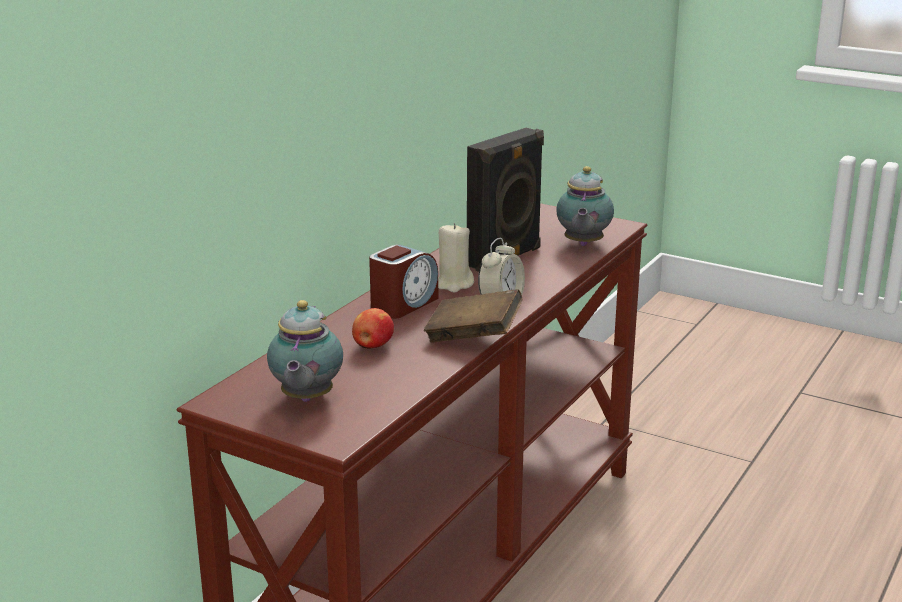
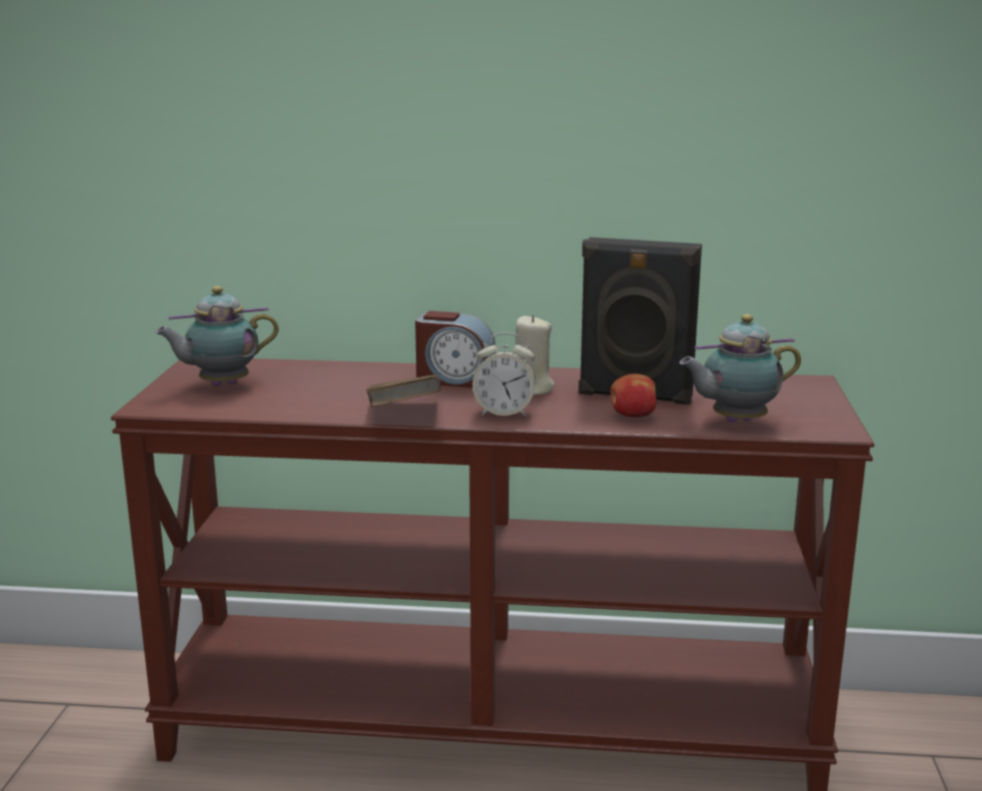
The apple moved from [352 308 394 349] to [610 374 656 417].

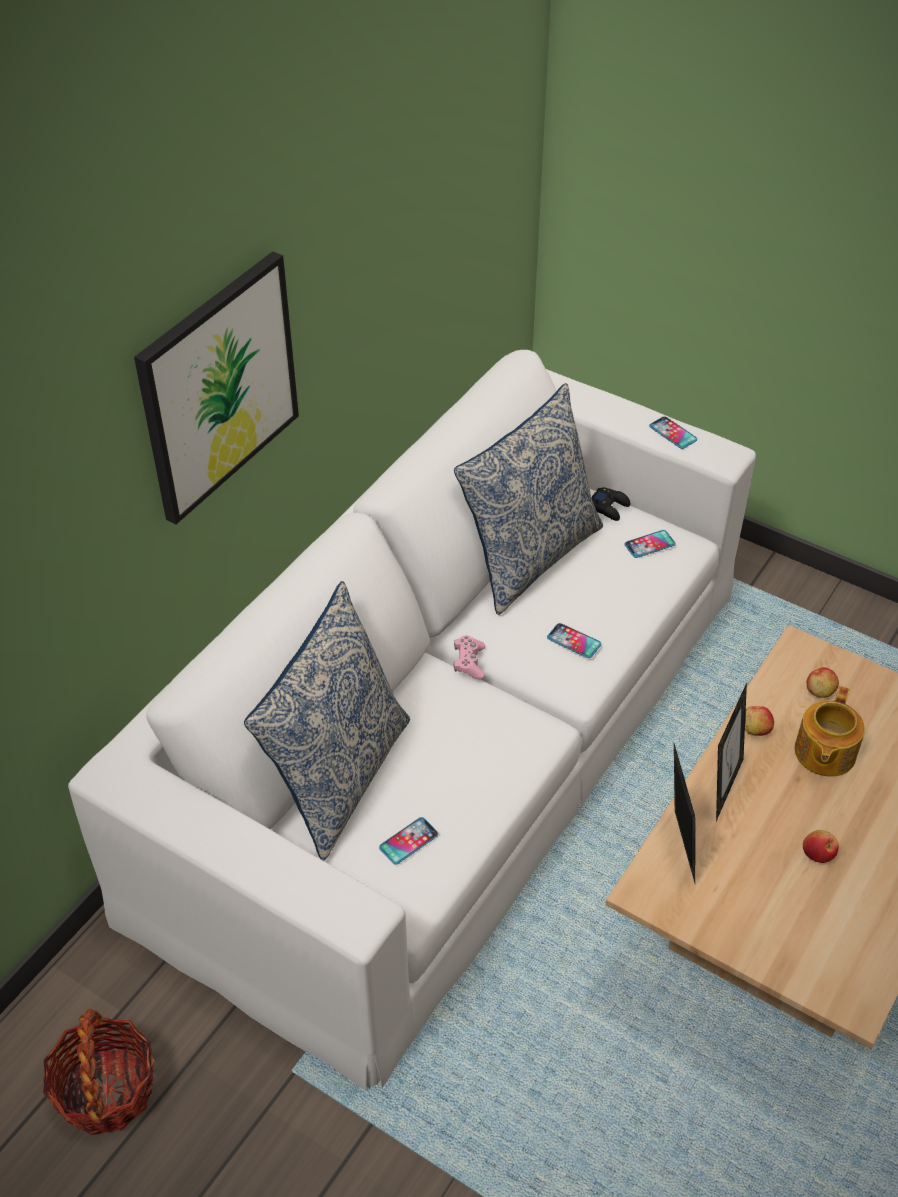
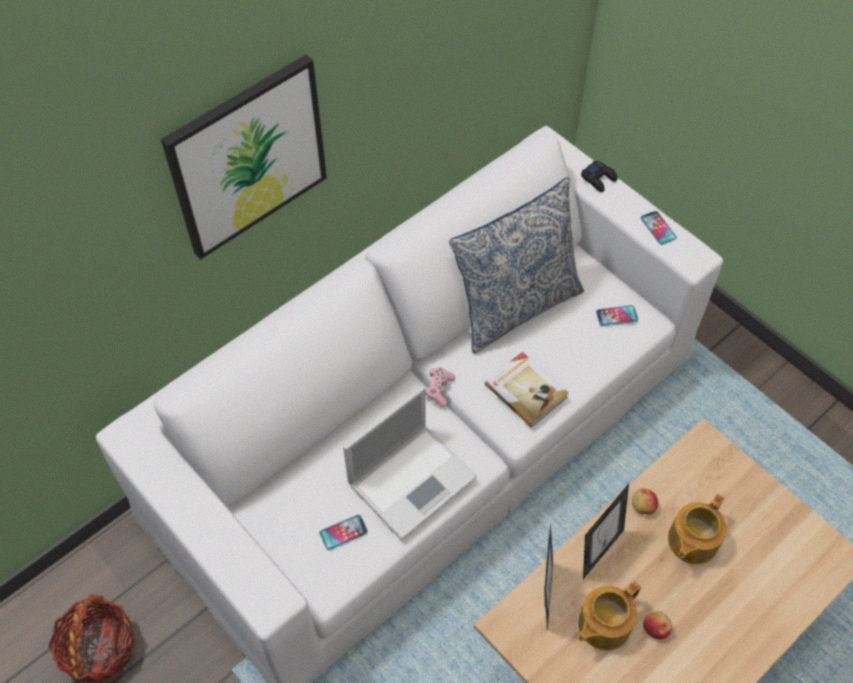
The pillow at [244 581 410 861] disappeared.
The phone at [547 623 601 658] was replaced by the book at [485 352 568 427].
The game controller (black) moved from [592 487 630 521] to [581 161 617 192].
The apple at [807 667 839 698] disappeared.
The laptop at [343 386 477 540] appeared.
The teapot at [578 581 641 650] appeared.

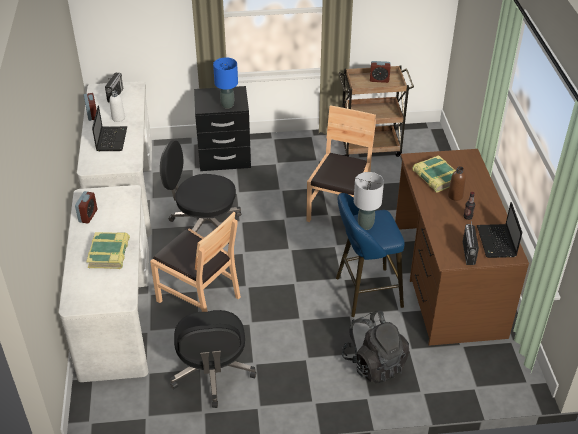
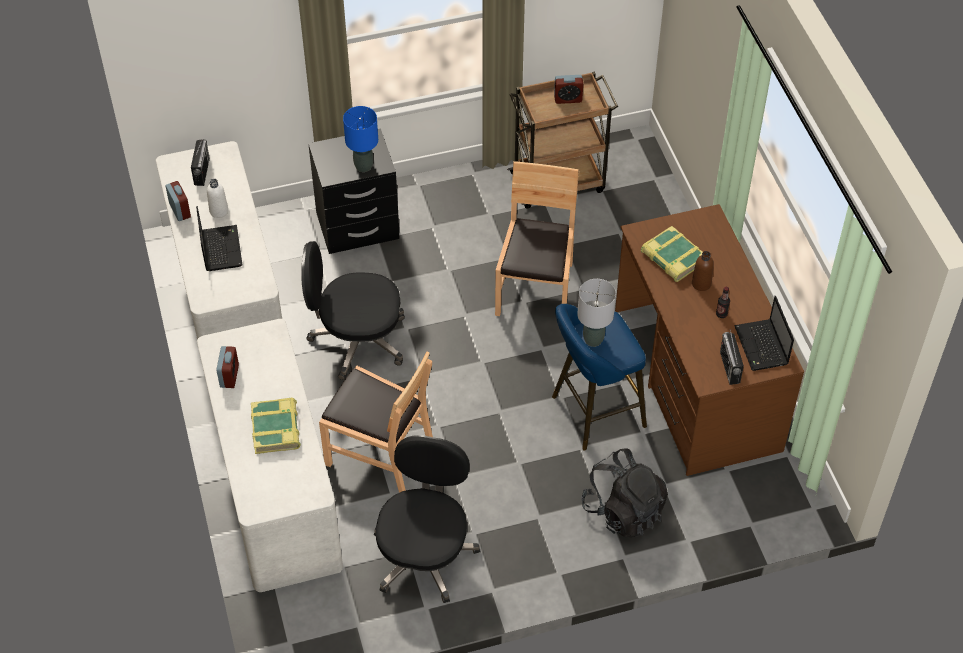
The office chair (black) at [170 310 256 408] turned 150 degrees counterclockwise.

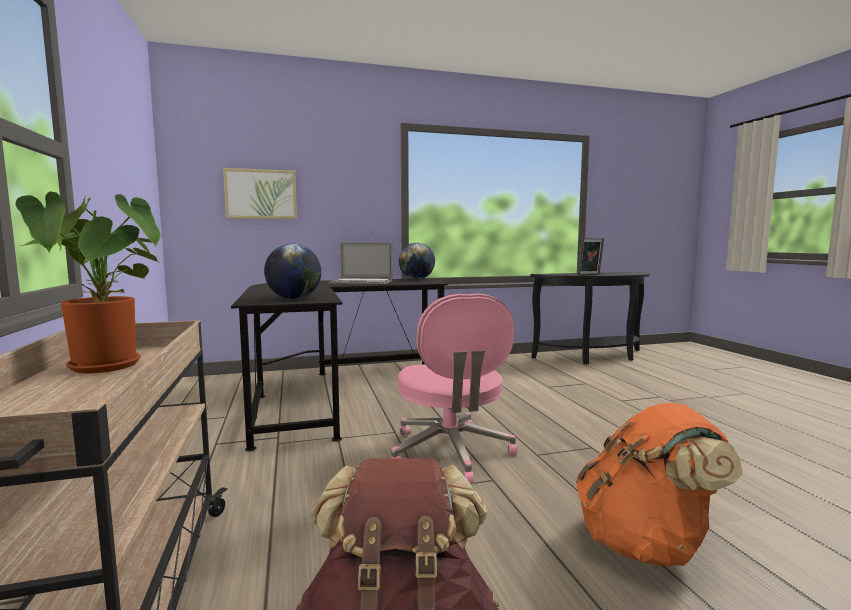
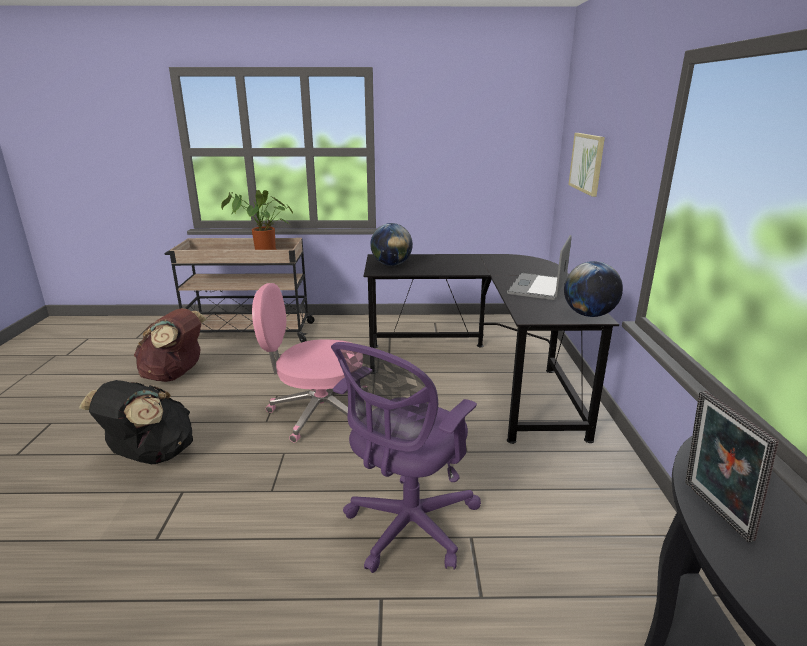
The backpack (orange) at [576 403 743 566] became the backpack (black) at [79 380 193 464].
The office chair (purple) at [331 342 481 573] appeared.

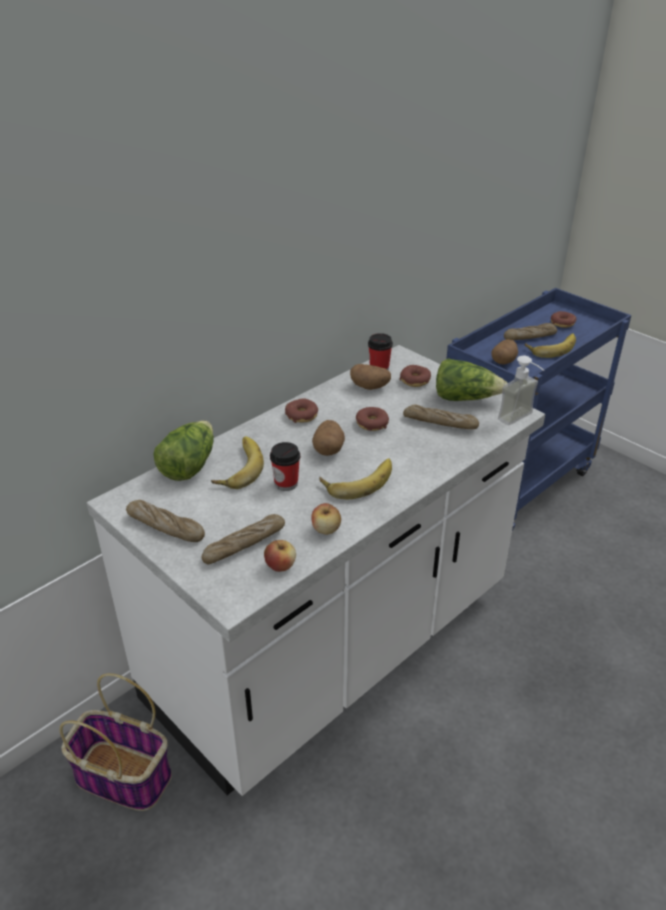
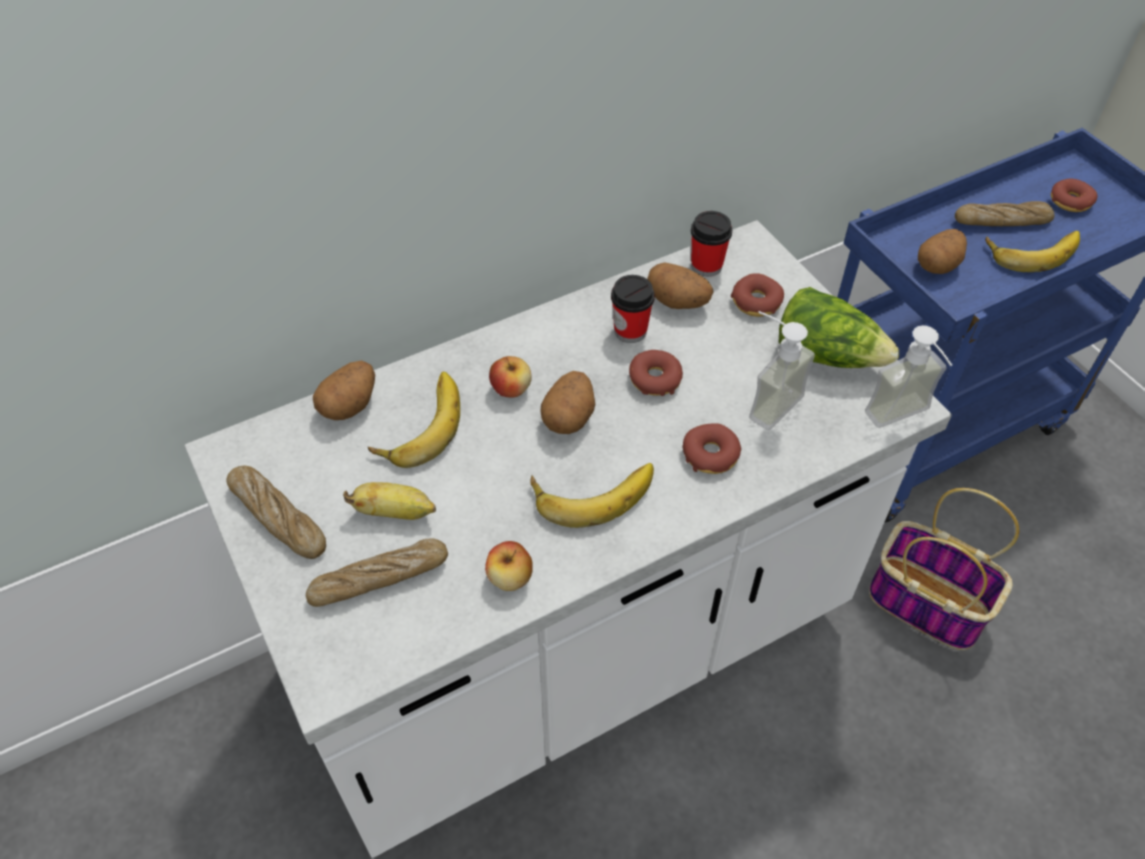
The basket moved from [60 673 172 811] to [869 488 1019 650].
The lettuce at [154 421 214 481] was replaced by the potato at [313 361 375 420].
The apple moved from [264 540 296 572] to [489 356 532 398].
The cup moved from [270 442 300 491] to [611 275 655 343].
The donut moved from [285 398 318 423] to [682 423 741 474].
The bread at [403 405 479 429] was replaced by the soap dispenser at [749 311 815 430].
The banana at [343 482 436 520] appeared.

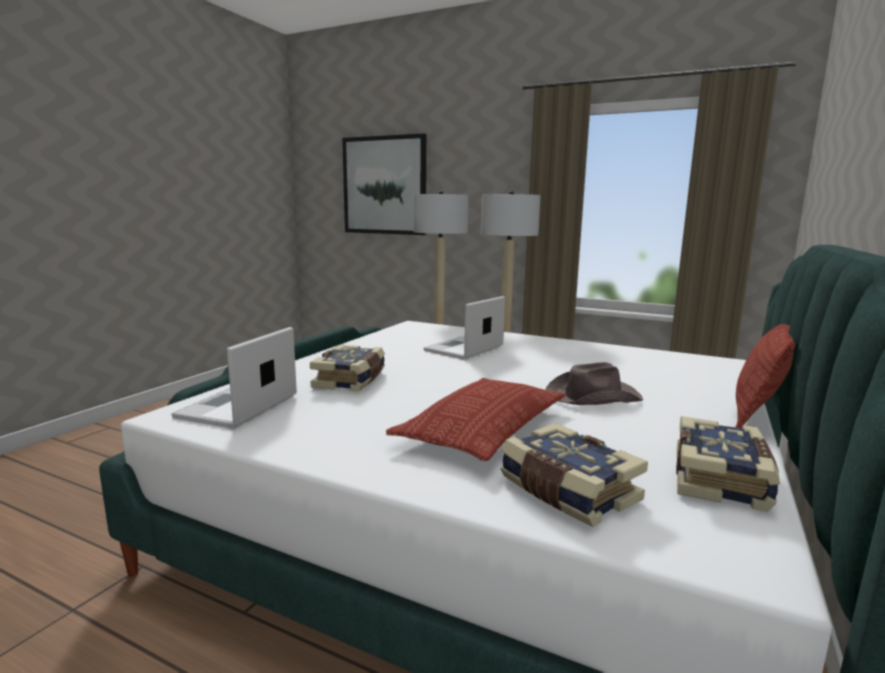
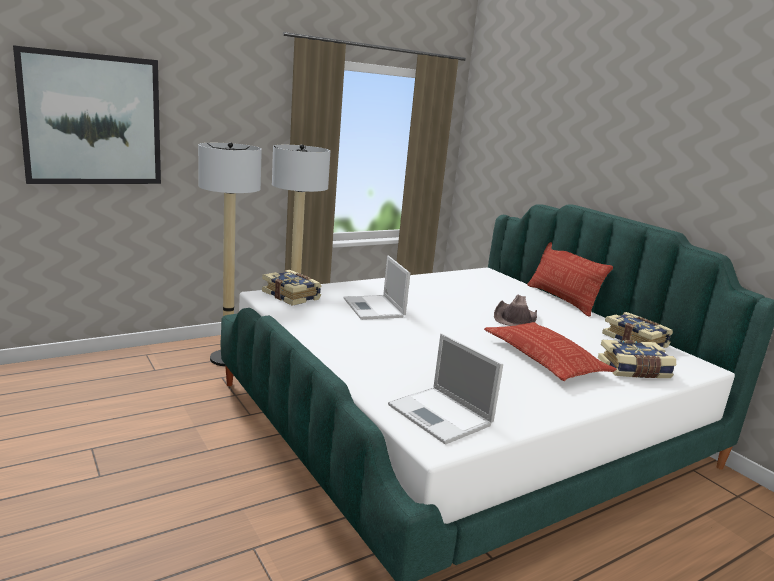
The book moved from [310 345 385 392] to [262 270 322 306].

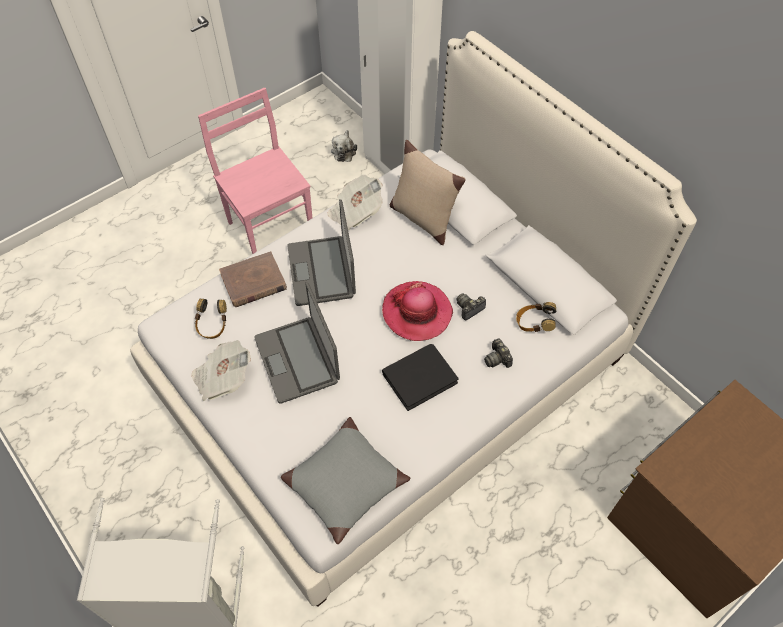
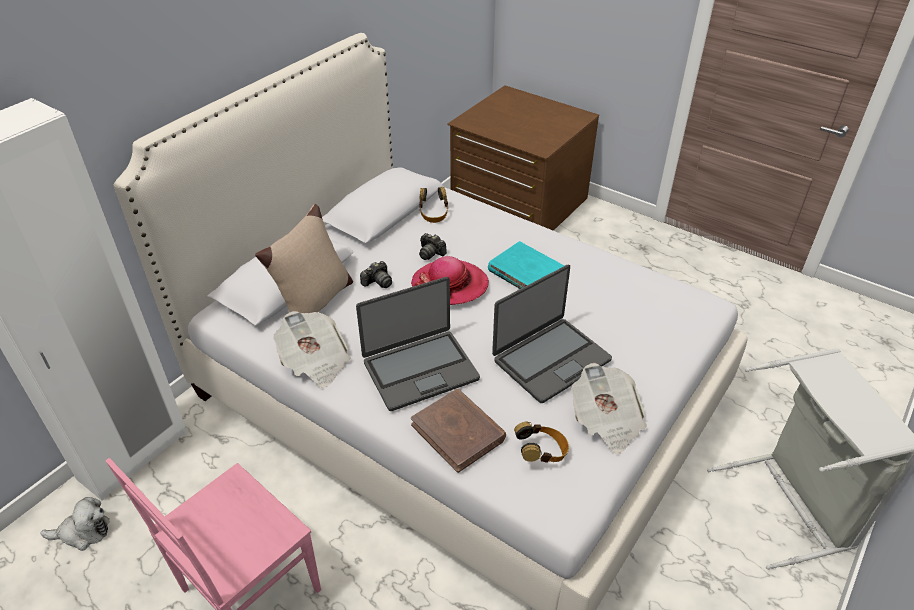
The pillow (grey) at [281 417 410 544] disappeared.
The book (black) at [382 344 459 411] became the book (turquoise) at [488 241 564 289].
The photo camera moved from [484 339 513 368] to [360 261 392 288].

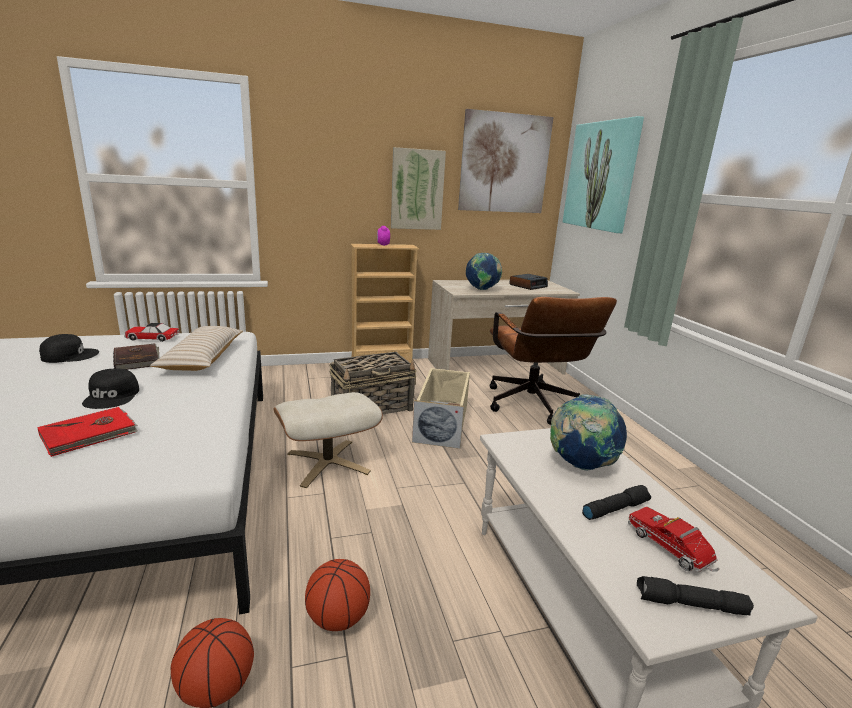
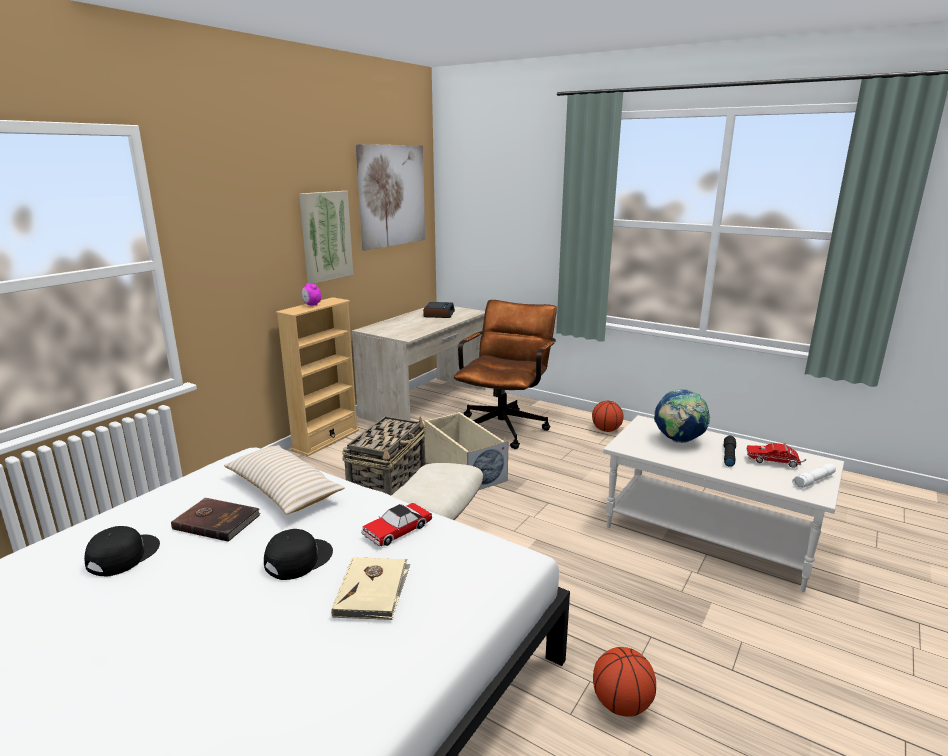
The book (red) at [37 407 138 457] became the book (beige) at [331 557 410 620].
The cap (black) at [82 368 139 409] turned 90 degrees counterclockwise.
The toy car moved from [124 323 180 342] to [361 503 432 547].
The basketball moved from [305 559 370 631] to [592 401 624 432].
The globe at [466 253 502 290] disappeared.
The office chair (brown) at [490 297 617 425] turned 105 degrees counterclockwise.
The picture at [563 116 644 233] disappeared.
The flashlight (black) at [637 576 754 615] became the flashlight (white) at [792 464 836 488].

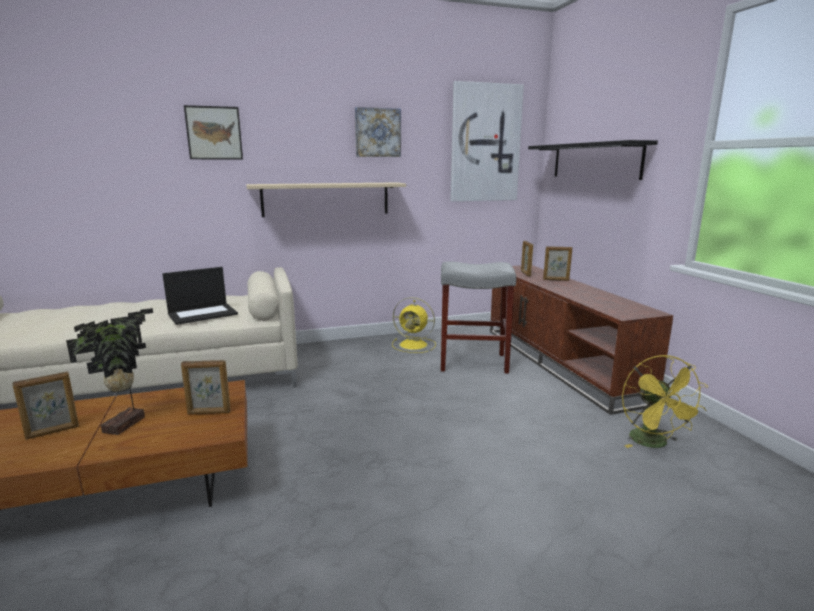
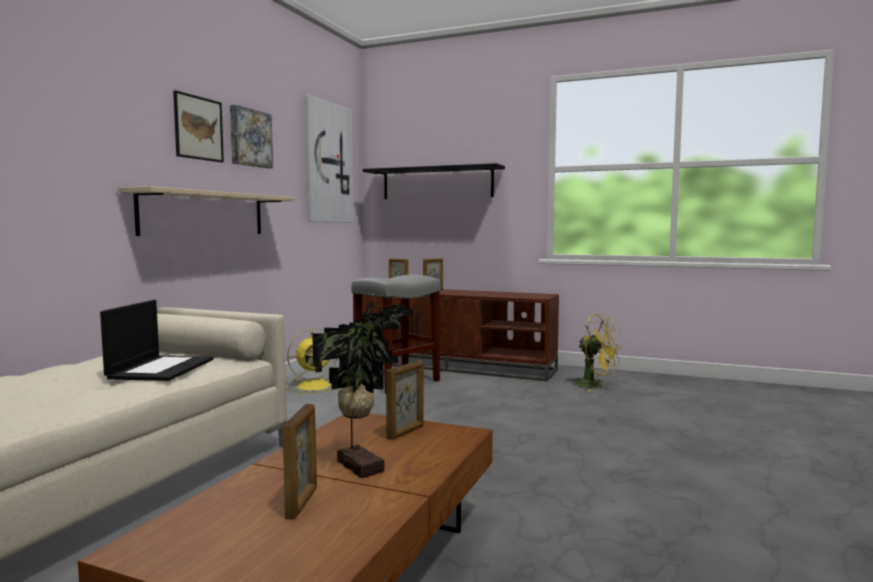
The picture moved from [184 105 243 159] to [173 90 224 162].

